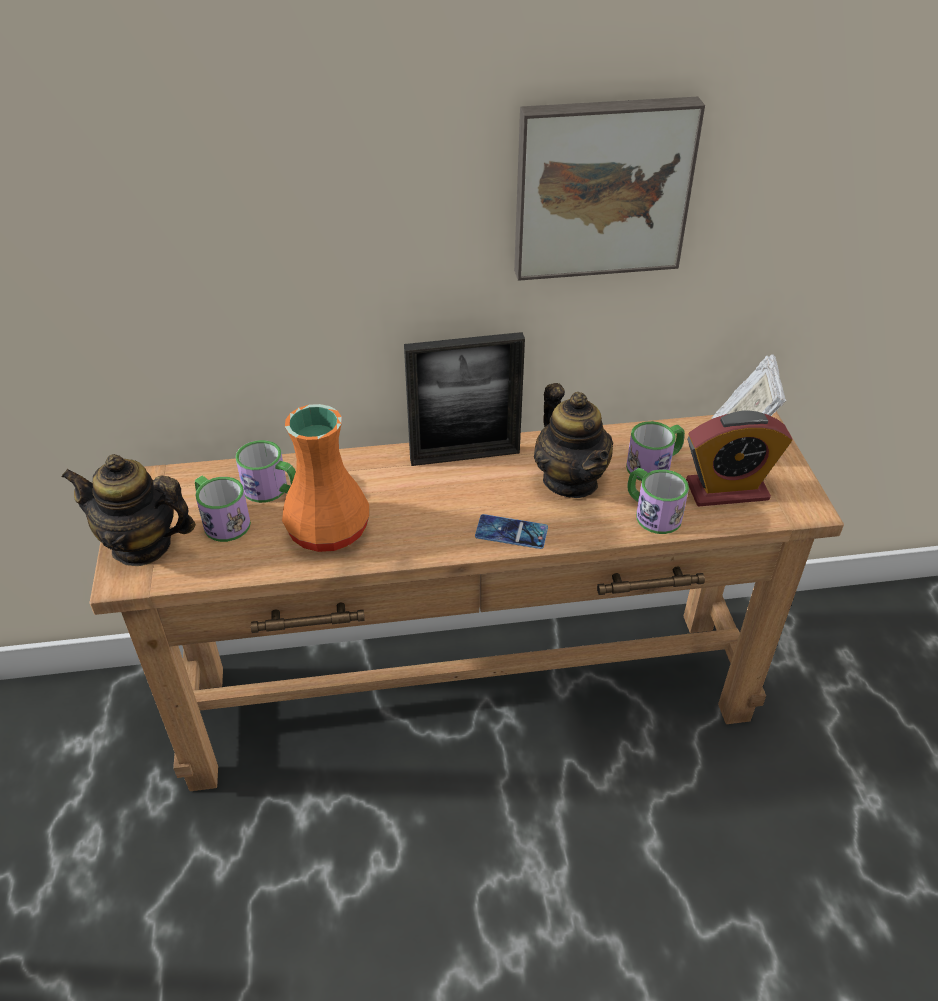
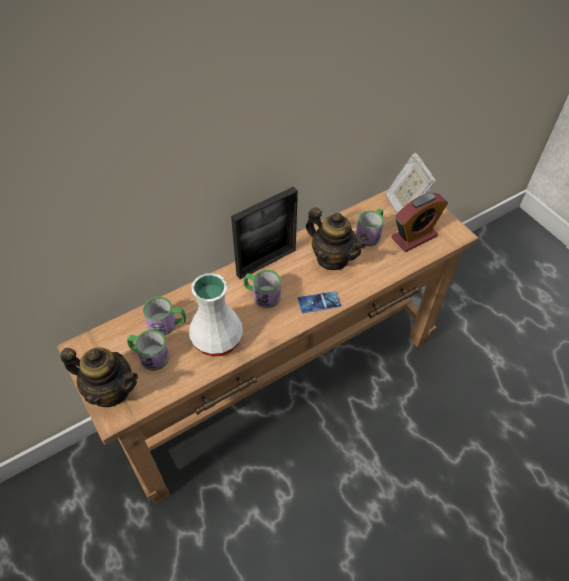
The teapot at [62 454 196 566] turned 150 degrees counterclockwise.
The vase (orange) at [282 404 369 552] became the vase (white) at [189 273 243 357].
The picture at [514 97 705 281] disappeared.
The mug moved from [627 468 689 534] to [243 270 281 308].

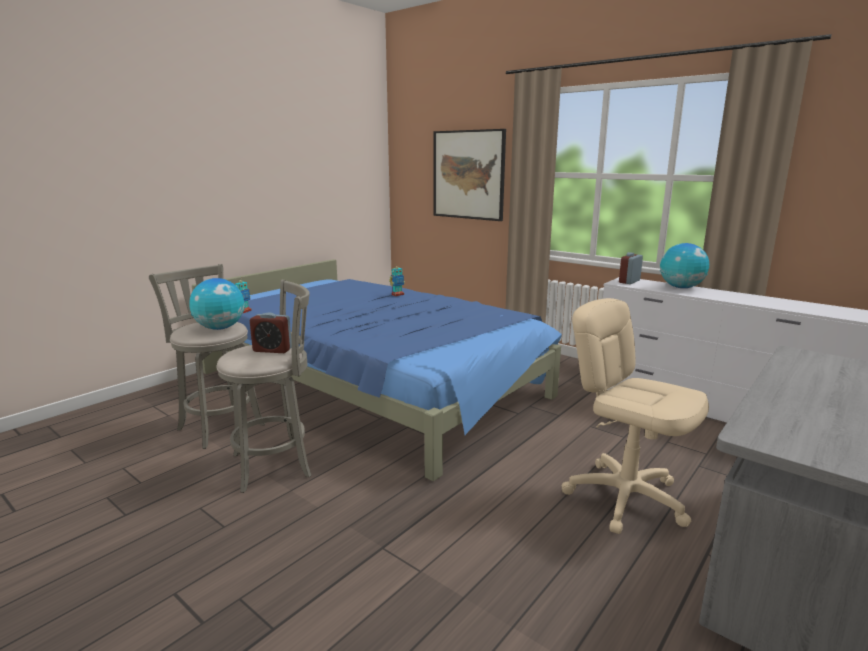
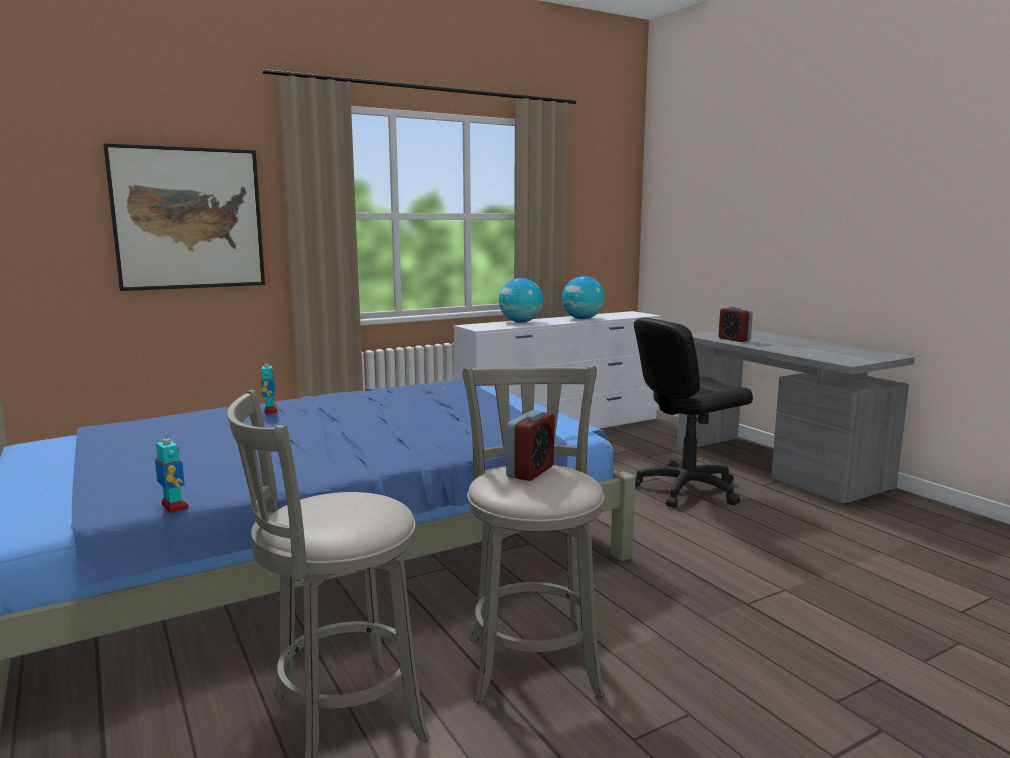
The globe moved from [189 278 245 330] to [562 276 605 319].
The office chair (beige) at [562 298 709 534] became the office chair (black) at [634 318 753 508].
The alarm clock moved from [619 252 643 284] to [719 306 753 342].

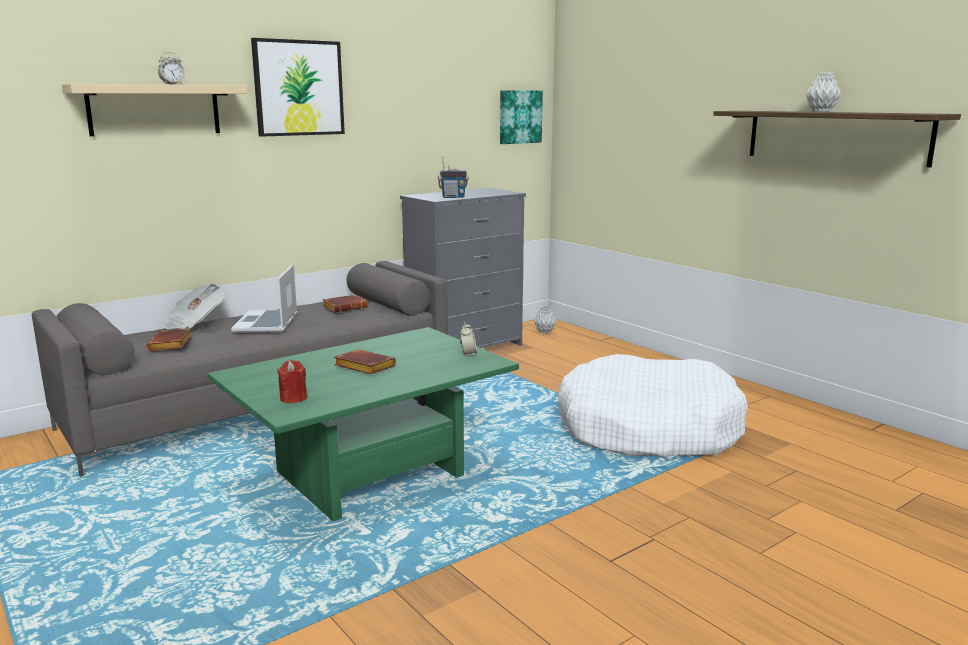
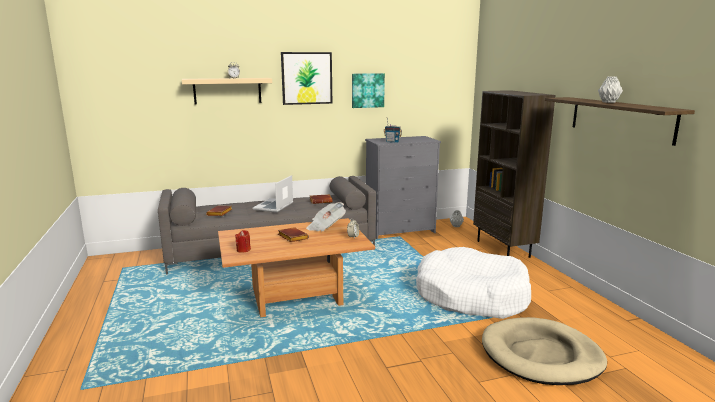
The newspaper moved from [162 283 225 329] to [306 202 346 232].
The coffee table (green) at [208 327 519 521] became the coffee table (brown) at [218 218 375 317].
The picture moved from [500 90 543 144] to [352 73 385 108].
The bookcase (brown) at [473 90 556 258] appeared.
The dog bed (beige) at [482 317 607 385] appeared.

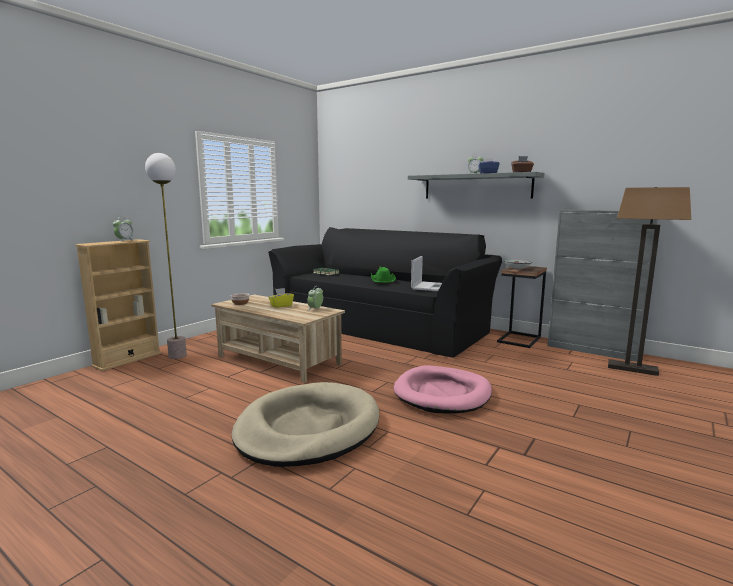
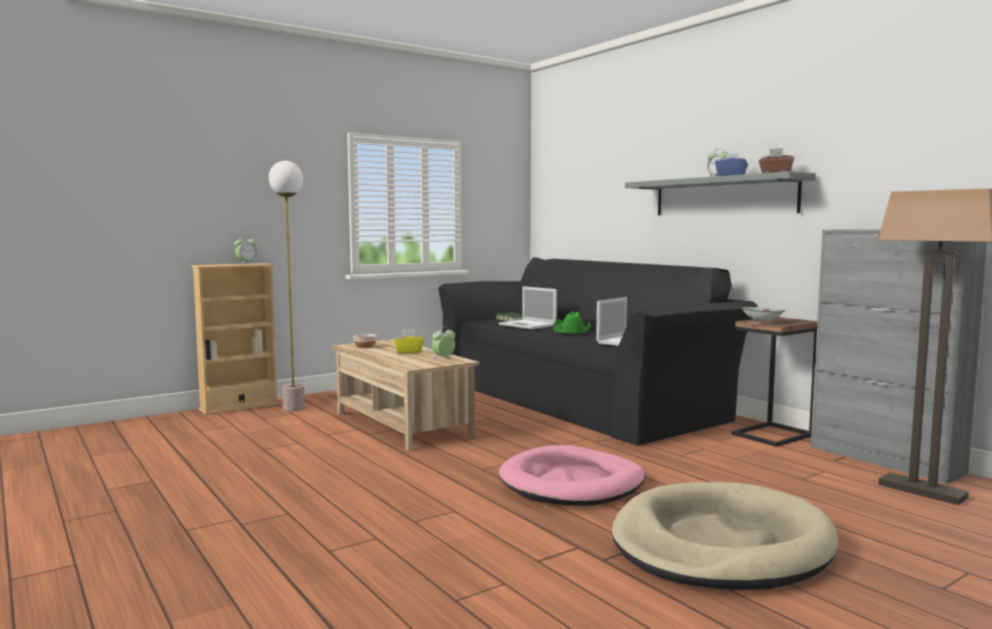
The dog bed (beige) moved from [232 382 379 467] to [612 482 838 590].
The laptop at [499 286 557 329] appeared.

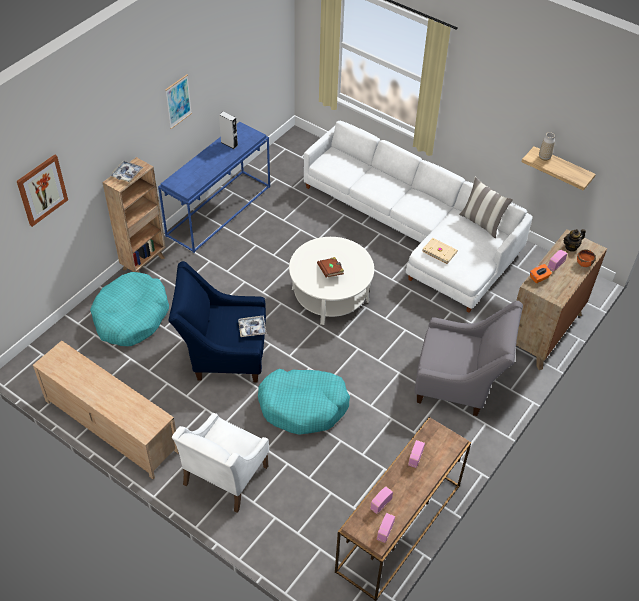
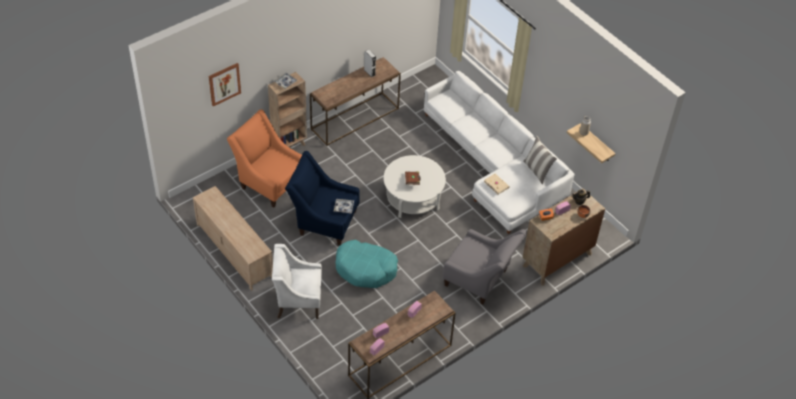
The dog bed (turquoise) at [90 272 169 346] was replaced by the armchair (orange) at [227 109 302 208].
The console table (blue) at [158 122 270 253] became the console table (brown) at [310 57 401 146].
The picture at [165 74 192 129] disappeared.
The armchair (white) at [172 413 269 513] turned 45 degrees clockwise.

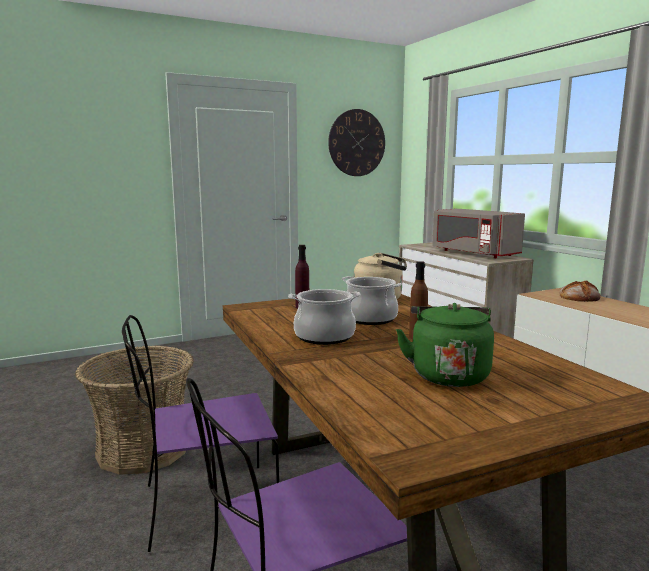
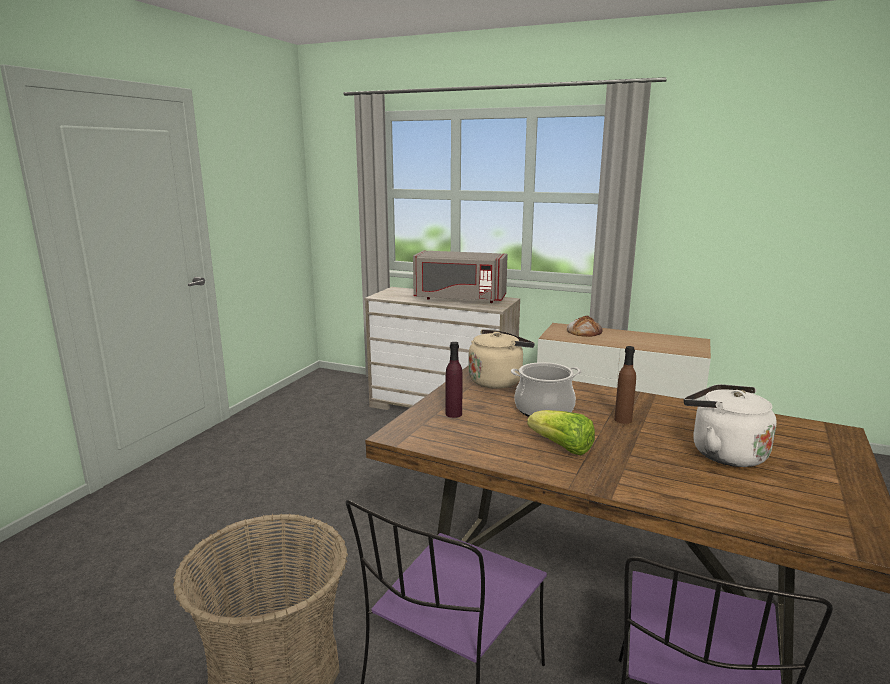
The cooking pot at [288 289 361 345] was replaced by the lettuce at [527 410 595 455].
The wall clock at [328 109 385 176] disappeared.
The kettle (green) at [396 303 494 387] became the kettle (white) at [684 384 777 467].

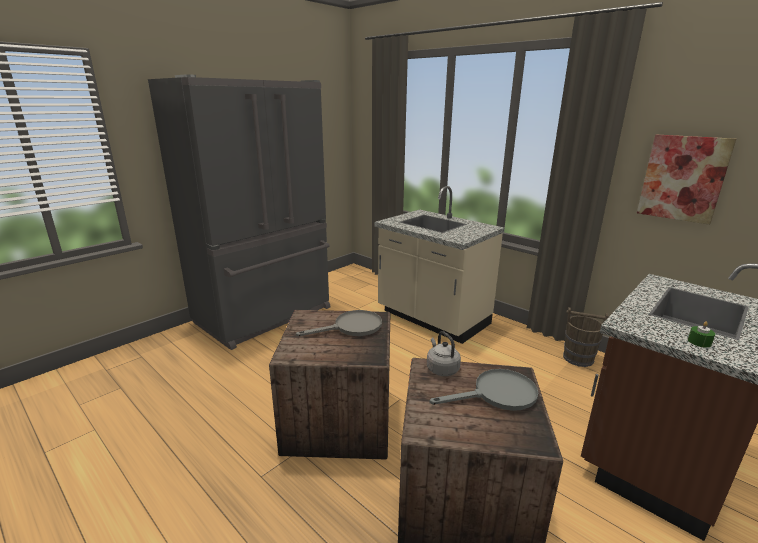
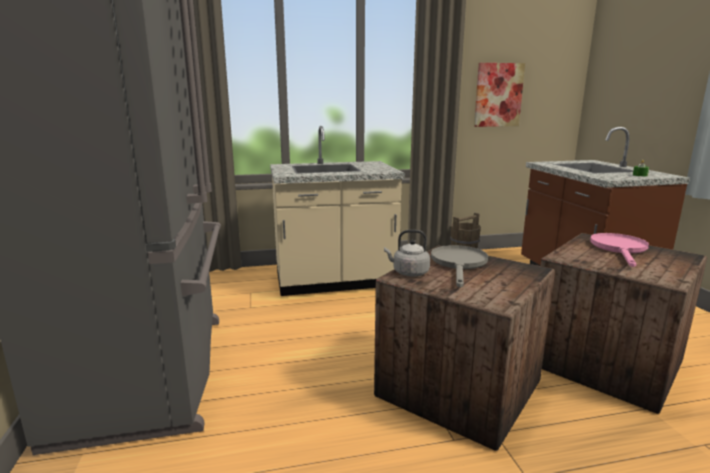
The kettle (grey) moved from [427 331 461 376] to [384 230 430 276].
The frying pan (grey) at [429 369 538 411] became the frying pan (pink) at [590 233 649 267].

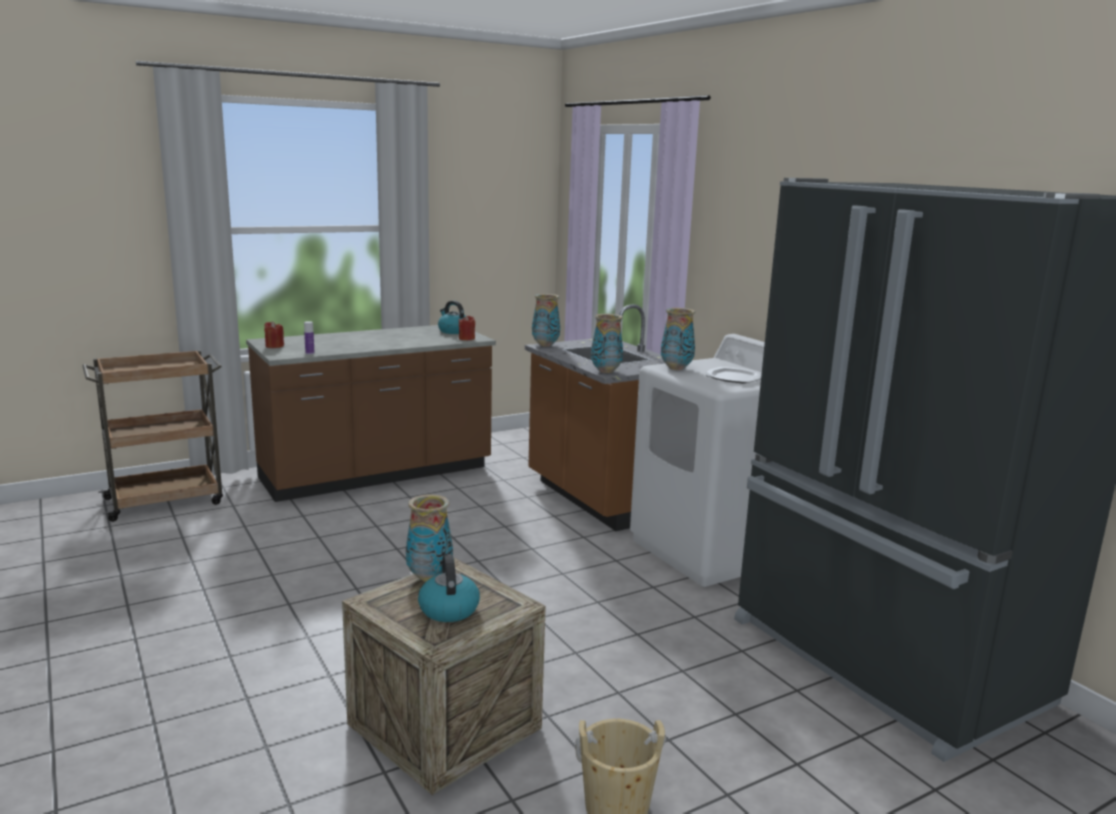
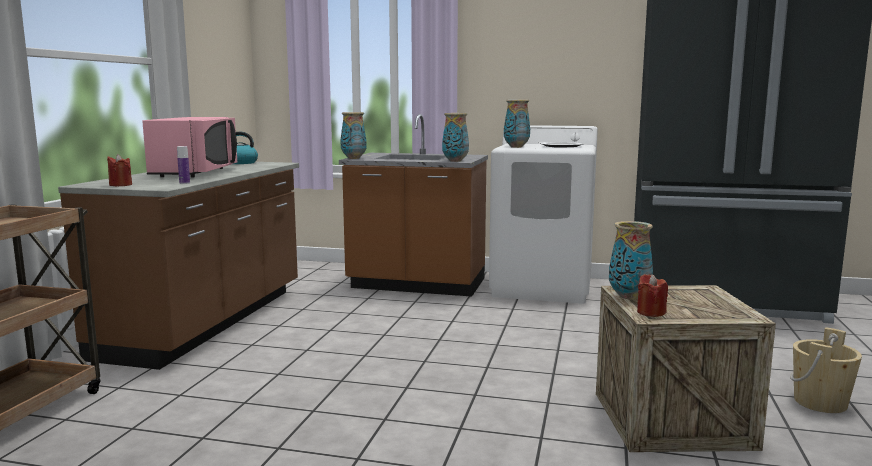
The kettle at [418 554 480 622] disappeared.
The candle (red) moved from [458 315 475 340] to [637 274 668 317].
The microwave (pink) at [142 117 237 177] appeared.

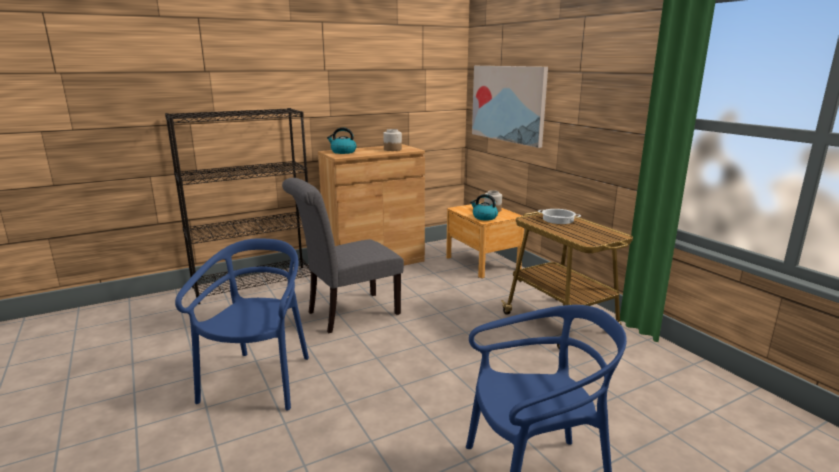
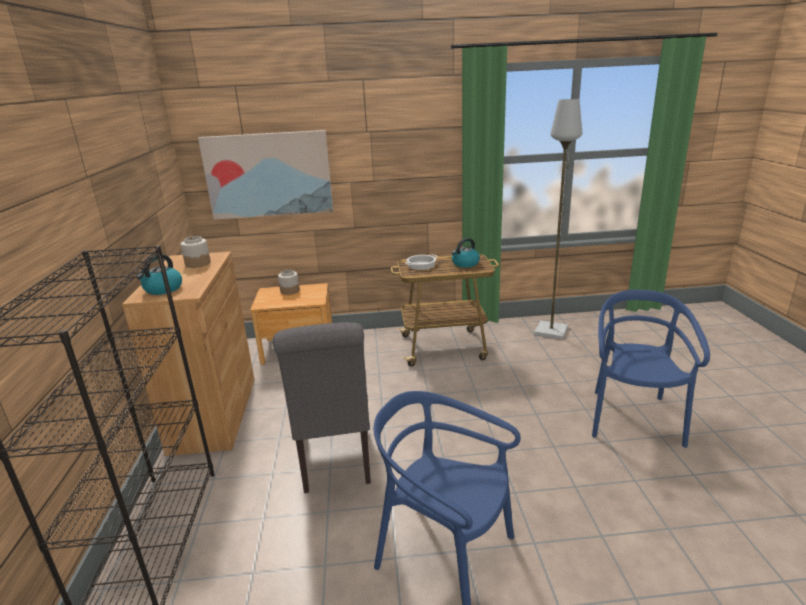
The kettle moved from [470 194 498 221] to [452 238 480 268].
The floor lamp (grey) at [534 99 582 340] appeared.

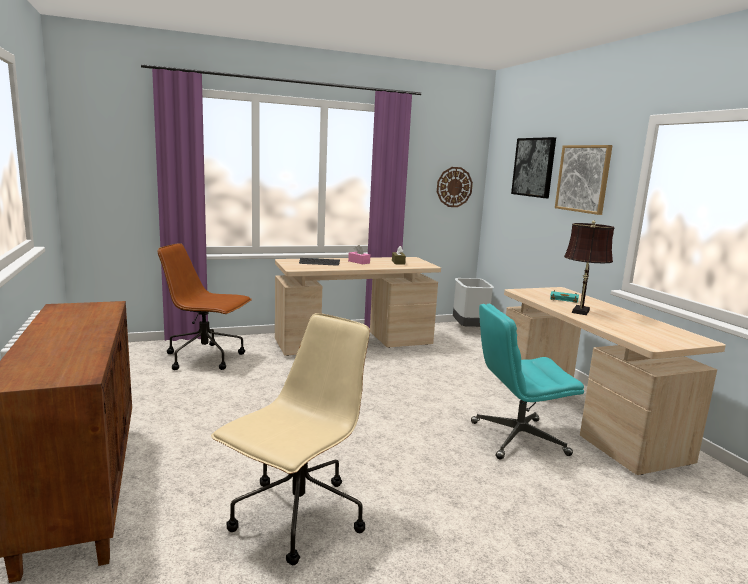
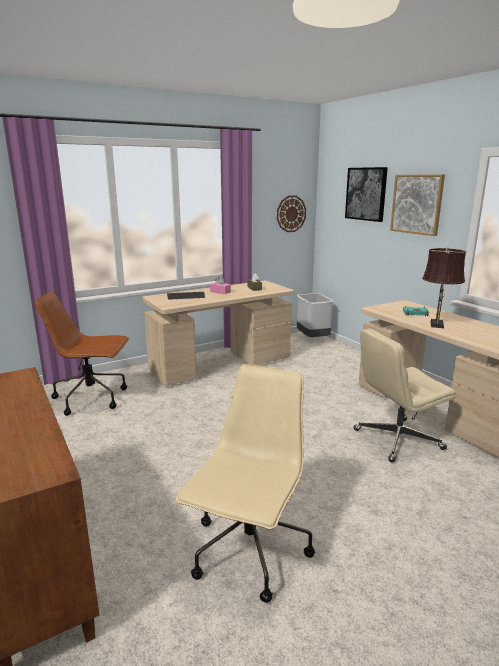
The office chair (turquoise) at [471 304 584 459] became the office chair (beige) at [354 329 456 462].

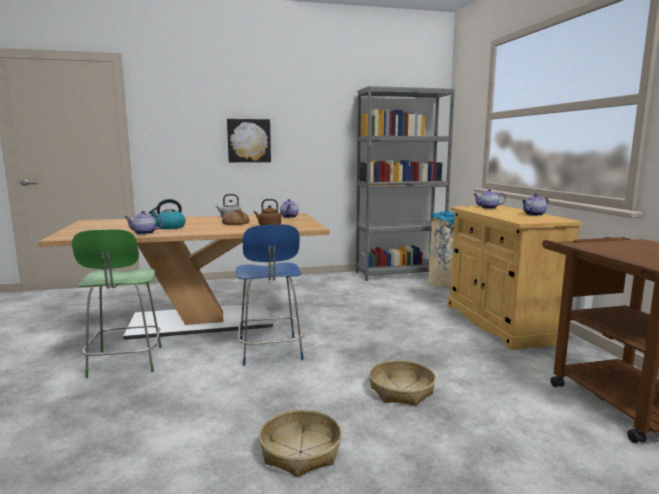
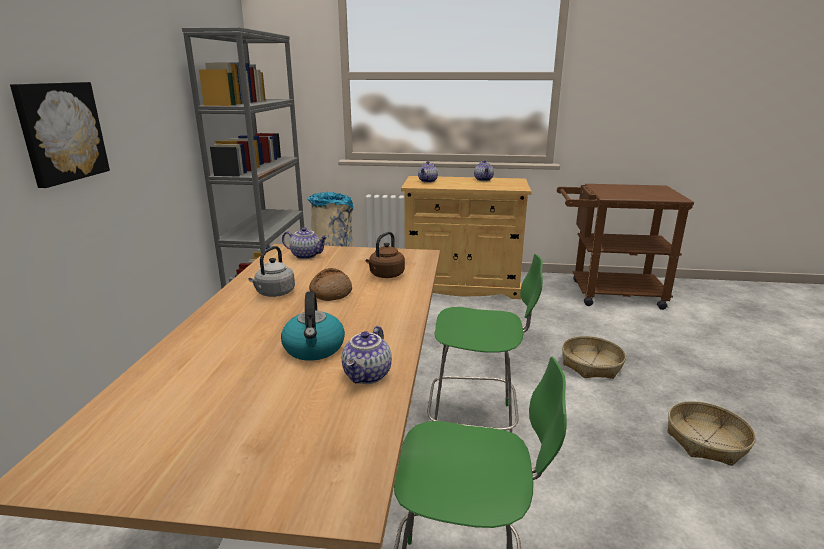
The chair (blue) at [236 224 304 366] became the chair (green) at [428 254 543 433].

